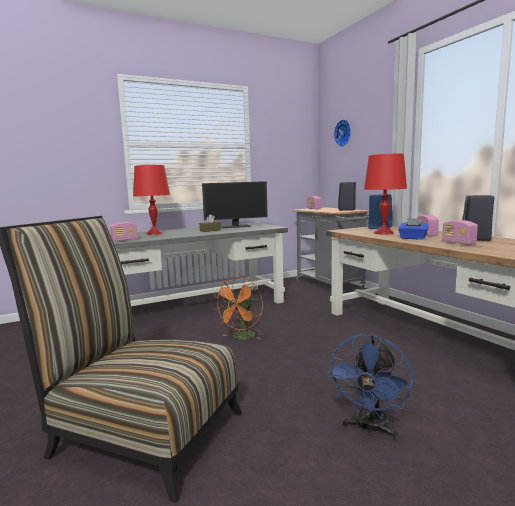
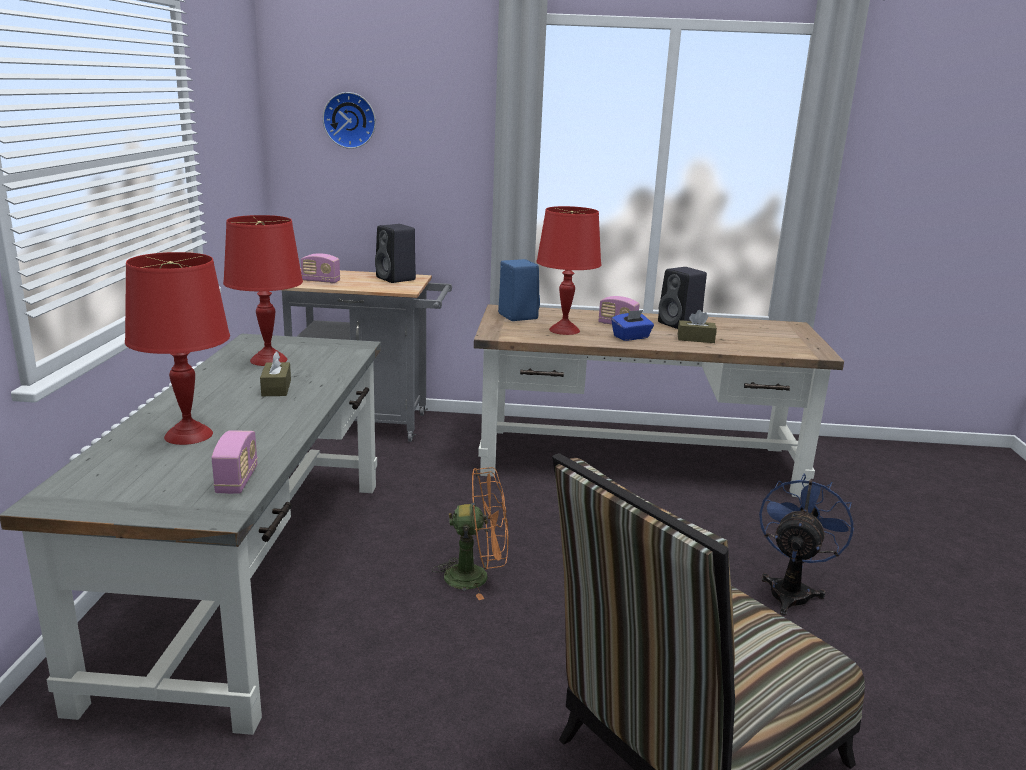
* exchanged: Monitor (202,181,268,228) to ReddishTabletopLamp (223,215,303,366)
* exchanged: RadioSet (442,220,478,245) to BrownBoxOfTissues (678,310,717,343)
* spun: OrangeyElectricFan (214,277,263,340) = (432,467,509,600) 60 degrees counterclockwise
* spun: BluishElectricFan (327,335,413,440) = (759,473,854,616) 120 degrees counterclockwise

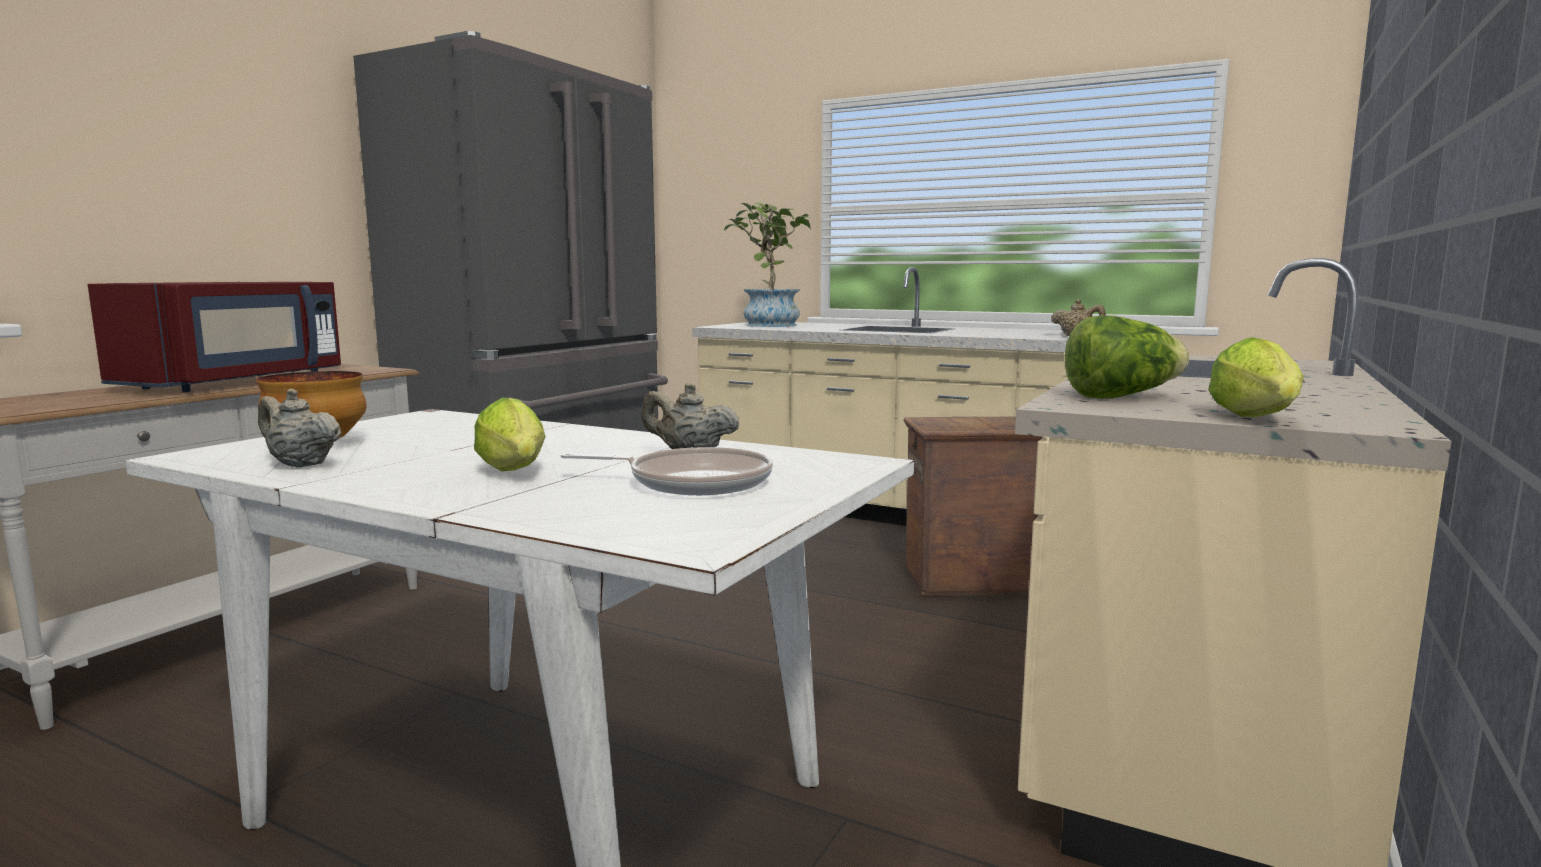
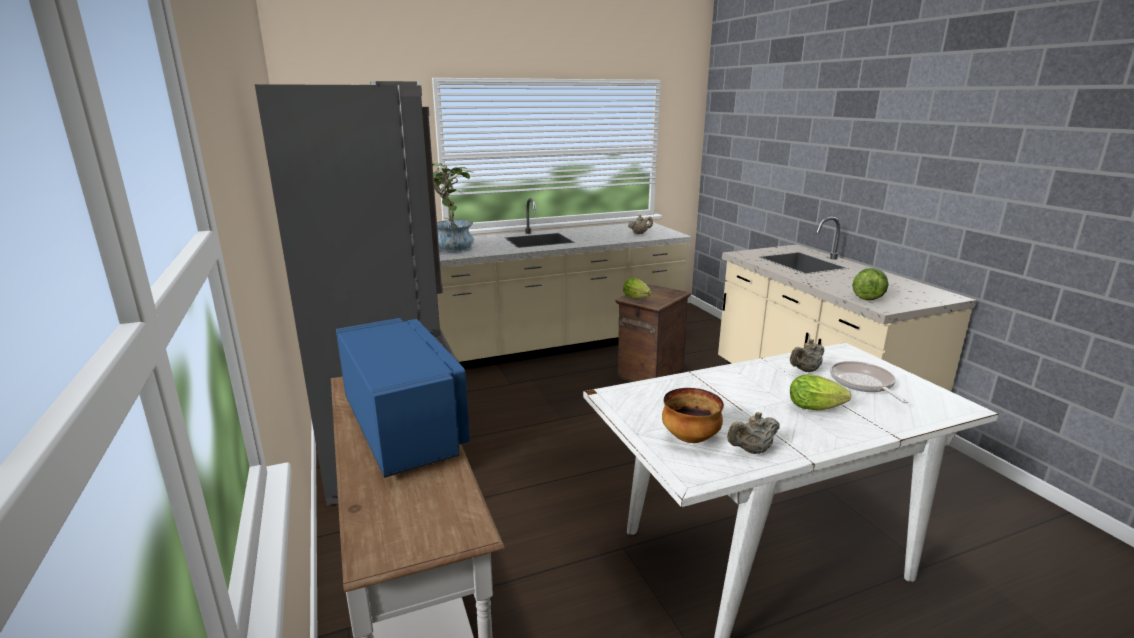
* colour: ReddishMicrowave (88,282,341,392) to BluishMicrowave (336,318,470,478)
* relocated: Lettuce (1208,337,1304,417) to (623,278,652,299)
* spun: Skillet (561,447,773,495) = (830,361,908,403) 60 degrees counterclockwise

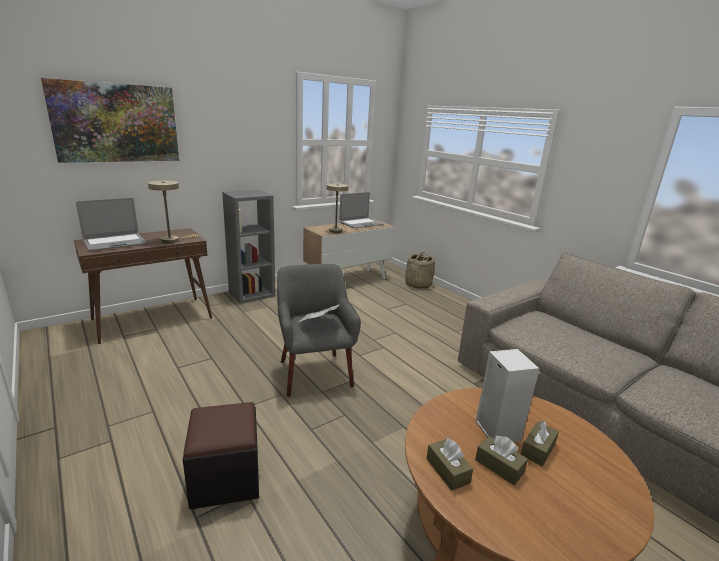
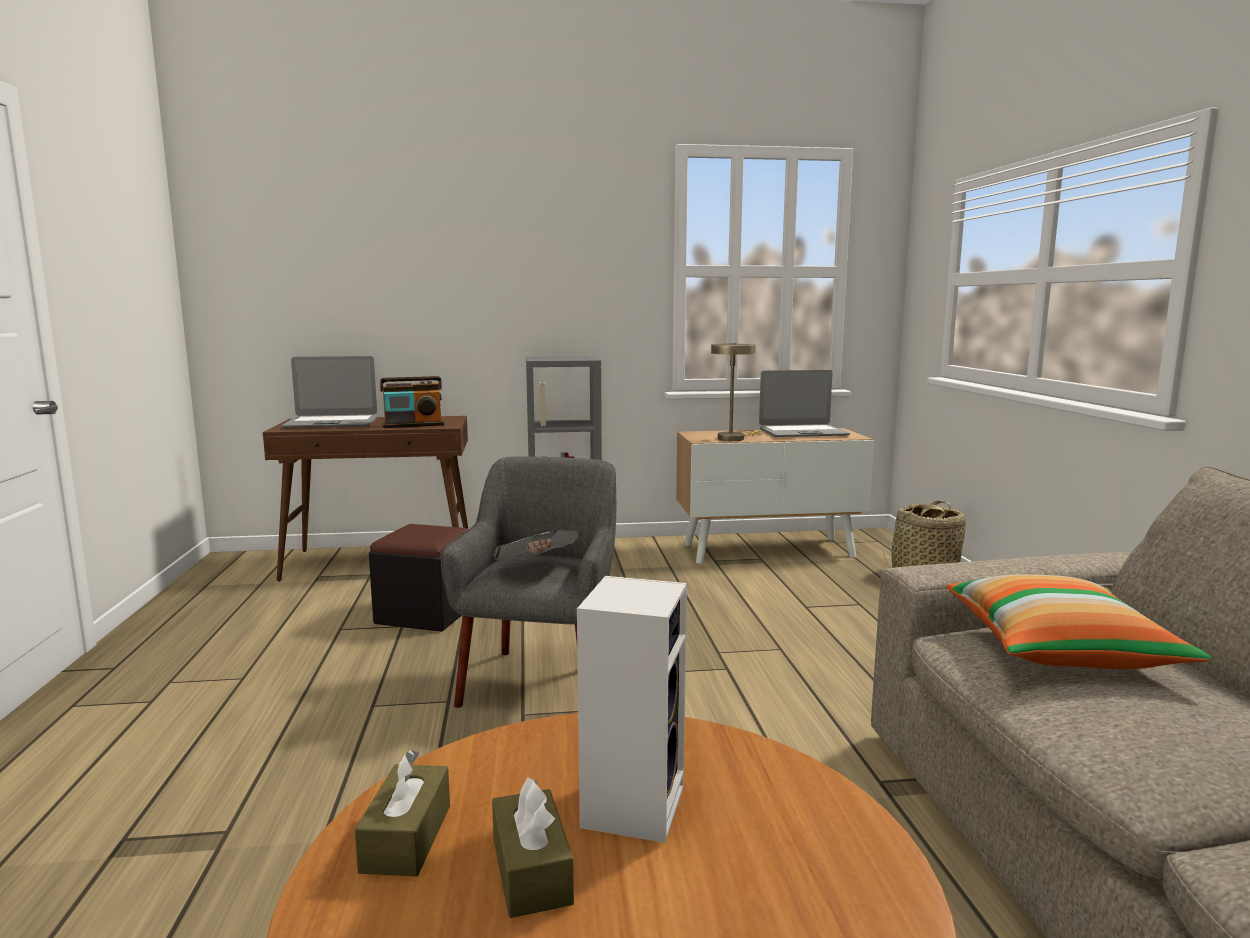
* missing: WallArt (41,78,179,163)
* exchanged: BeigeTabletopLamp (148,180,198,243) to RadioSet (380,376,444,428)
* relocated: BlackFootrest (183,402,259,510) to (369,524,468,632)
* missing: BrownBoxOfTissues (521,420,559,467)
* appeared: ThrowPillow (946,574,1212,669)

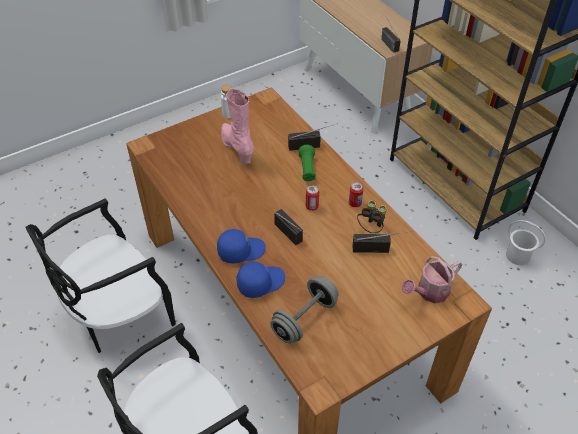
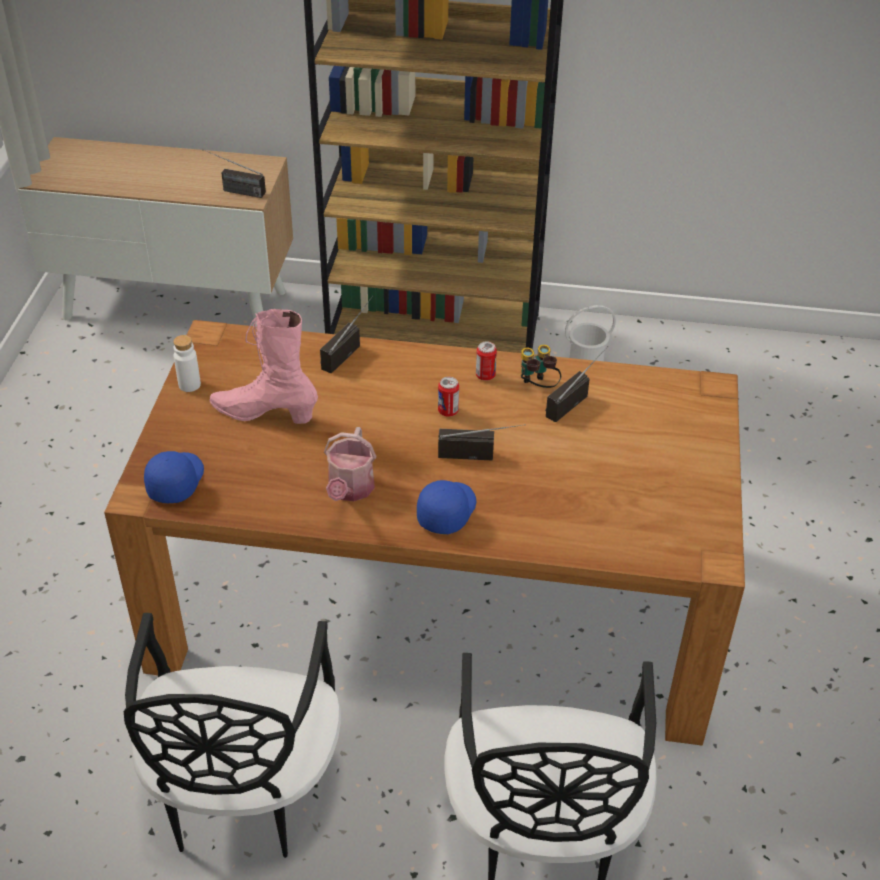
* missing: GreenTorch (298,145,316,181)
* relocated: WateringPot (401,256,462,303) to (324,427,376,501)
* relocated: BluishBaseballCap (237,262,285,298) to (144,451,204,503)
* missing: GreyFreeWeight (270,276,339,343)

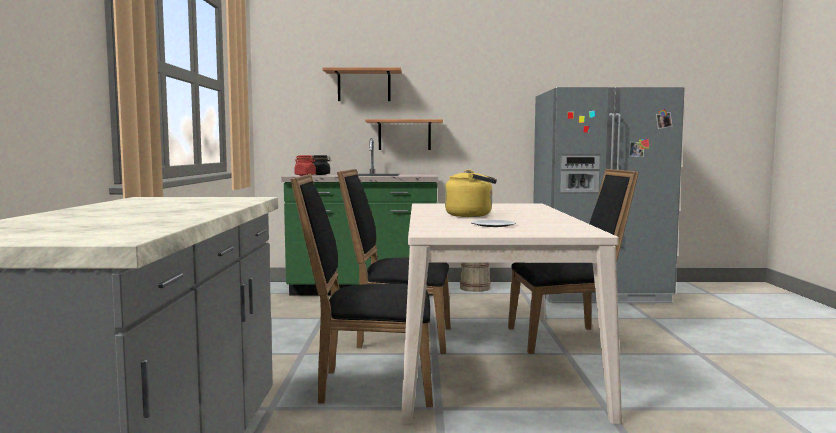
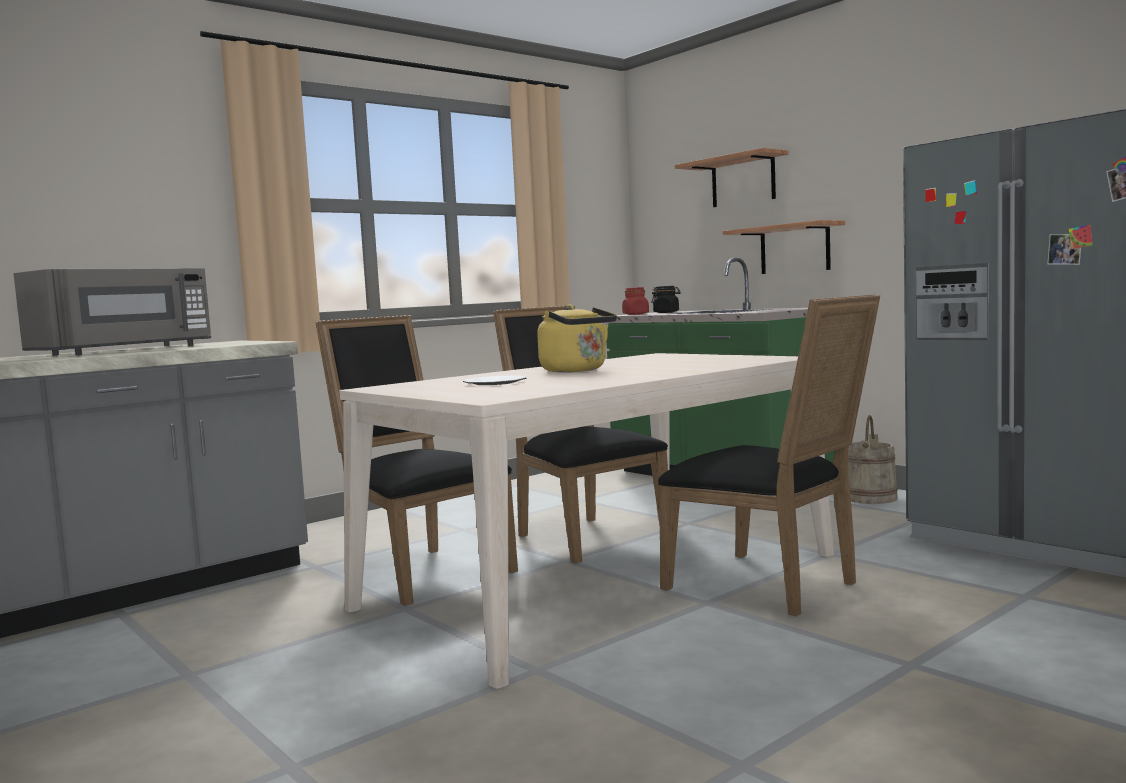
* appeared: GreyMicrowave (14,268,211,355)

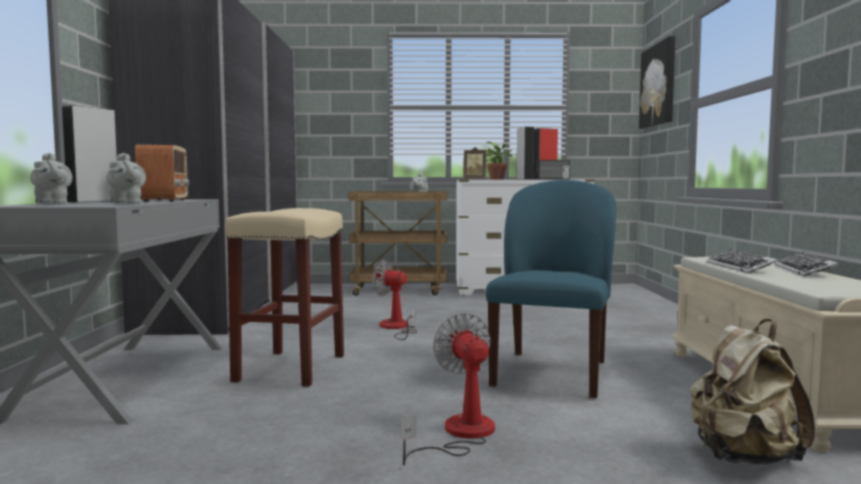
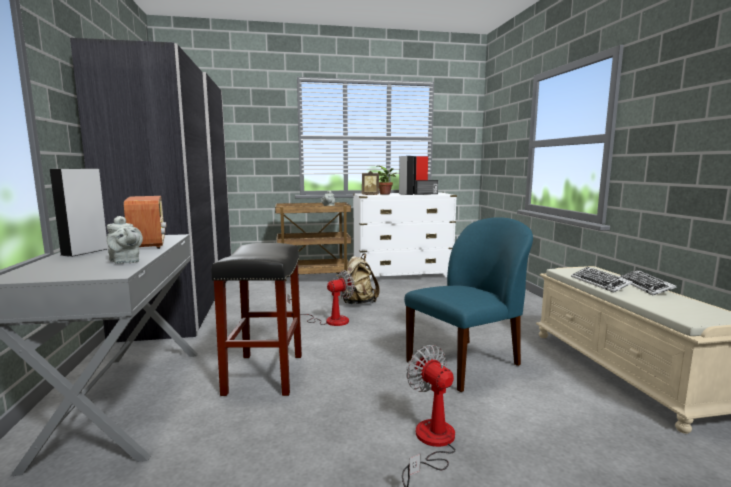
* missing: WallArt (639,36,675,129)
* missing: GreyTeaPot (30,152,72,204)
* spun: BluishUprightChair (486,180,616,398) = (404,217,533,392) 45 degrees clockwise
* colour: BeigeSittingStool (225,208,344,387) to BlackSittingStool (211,243,302,396)
* spun: ElectricFan (372,260,418,340) = (287,270,355,326) 135 degrees clockwise
* relocated: BeigeKnapsack (690,319,815,464) to (341,253,380,304)

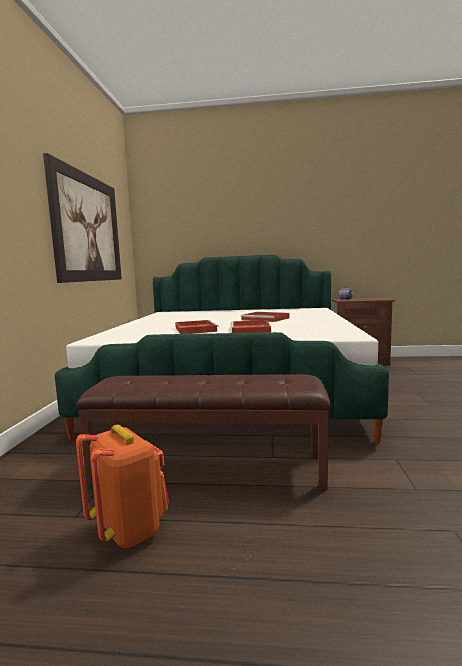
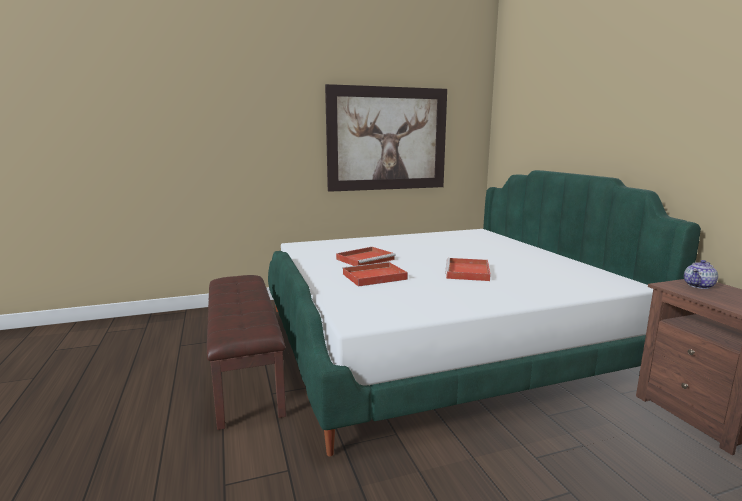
* missing: OrangeyKnapsack (76,425,169,548)

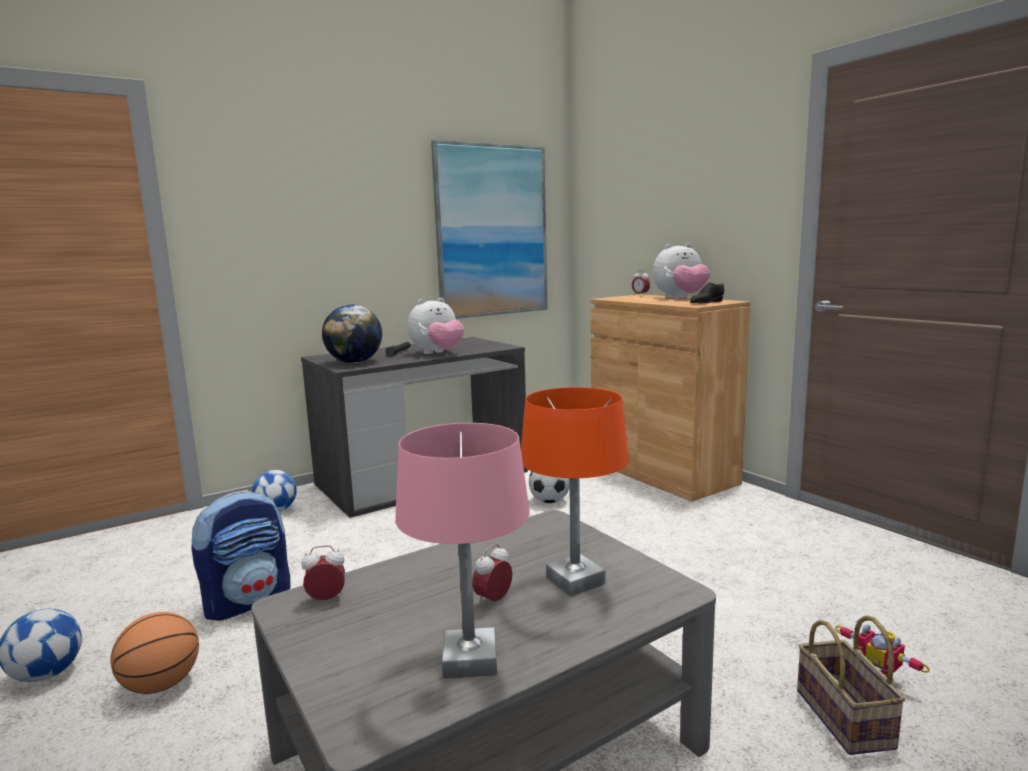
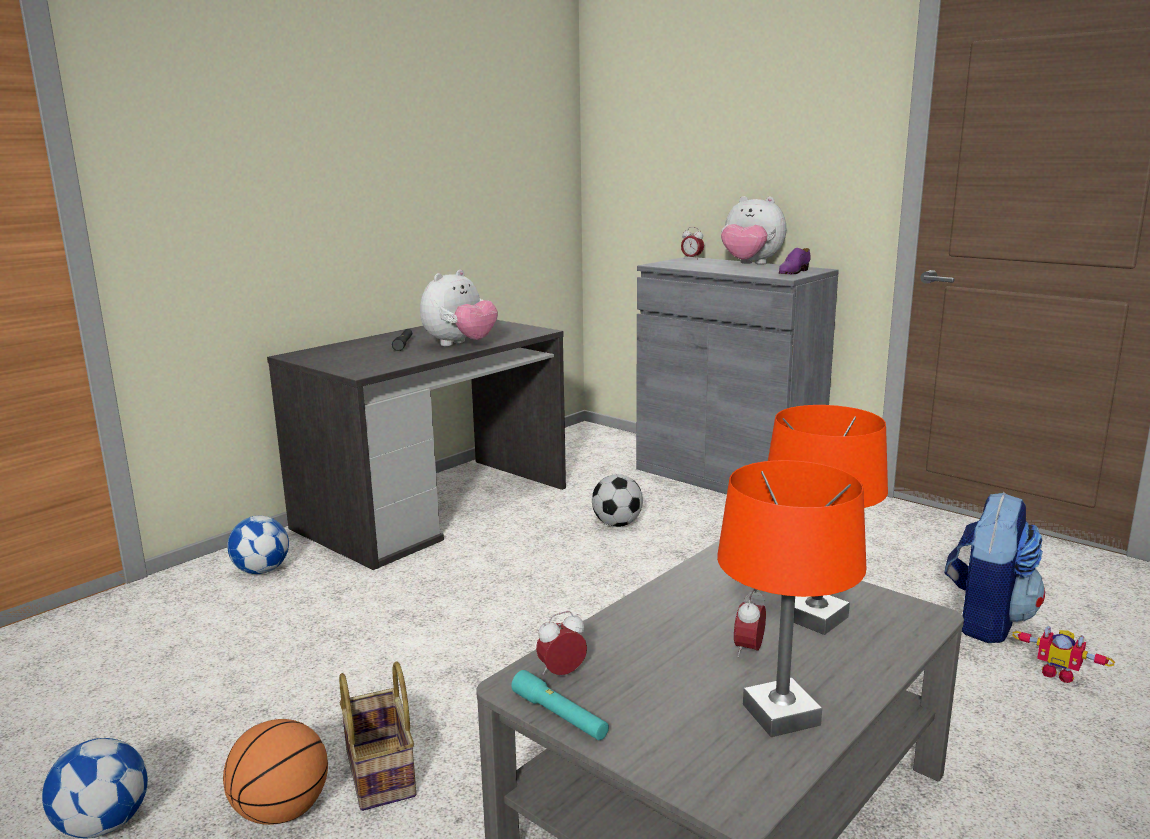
* missing: WallArt (431,140,548,319)
* spun: CuddlyToy (653,243,710,299) = (721,196,786,265) 60 degrees clockwise
* colour: BlackLowShoe (690,282,724,304) to PurplishLowShoe (779,248,811,274)
* colour: BrownCabinet (590,294,750,502) to GreyCabinet (636,257,839,494)
* missing: Globe (322,304,382,363)
* colour: PinkishTabletopLamp (395,423,530,679) to OrangeyTabletopLamp (717,460,866,737)
* relocated: Knapsack (192,490,290,621) to (944,492,1045,643)
* relocated: Basket (797,616,905,755) to (339,661,416,811)
* appeared: TurquoiseTorch (511,670,609,740)

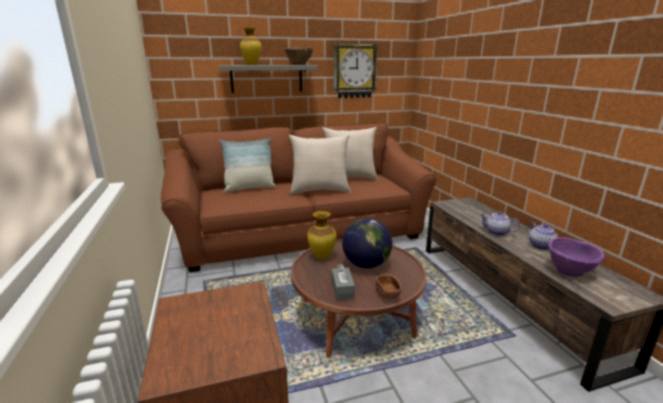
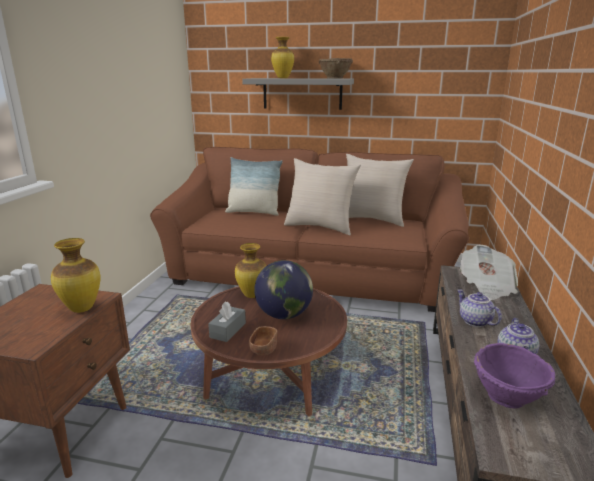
* missing: WallClock (334,44,379,98)
* appeared: Vase (51,238,101,313)
* appeared: Newspaper (460,245,518,300)

